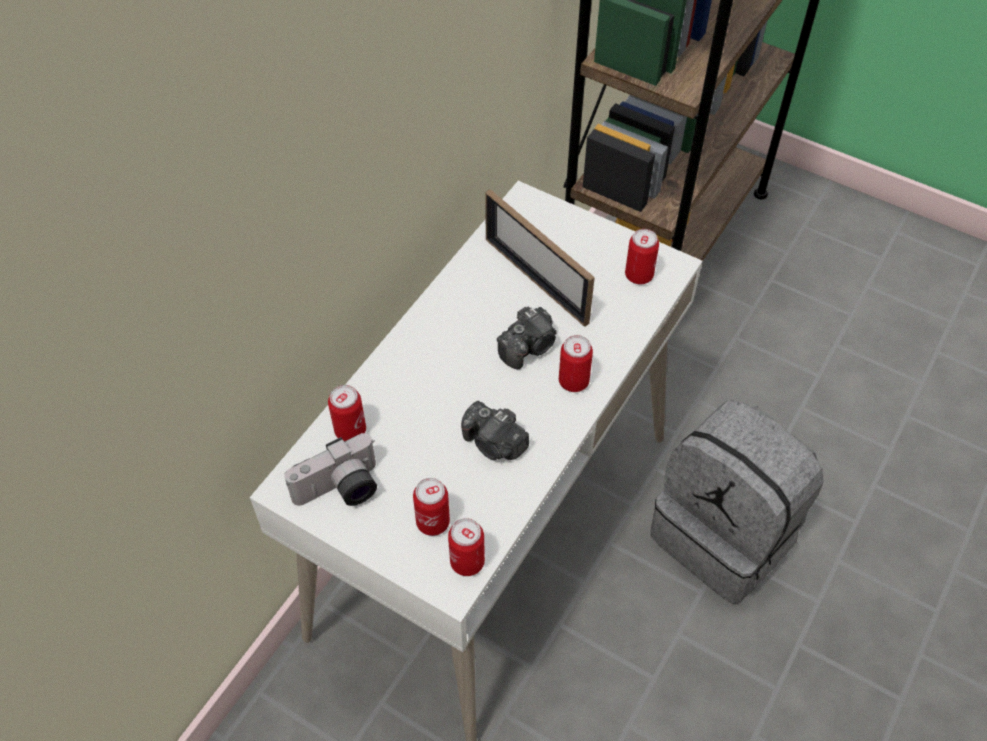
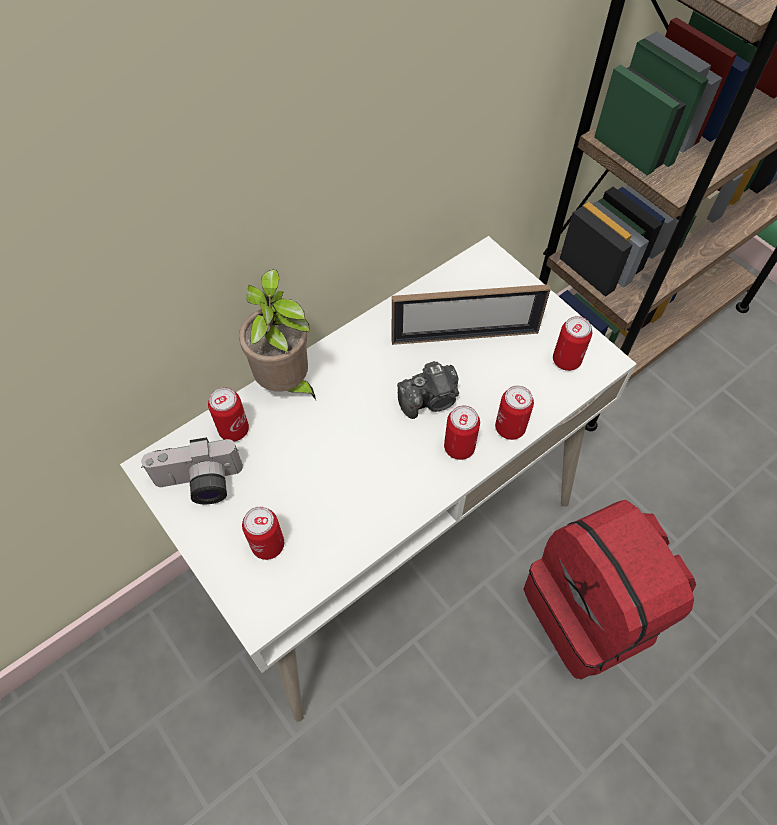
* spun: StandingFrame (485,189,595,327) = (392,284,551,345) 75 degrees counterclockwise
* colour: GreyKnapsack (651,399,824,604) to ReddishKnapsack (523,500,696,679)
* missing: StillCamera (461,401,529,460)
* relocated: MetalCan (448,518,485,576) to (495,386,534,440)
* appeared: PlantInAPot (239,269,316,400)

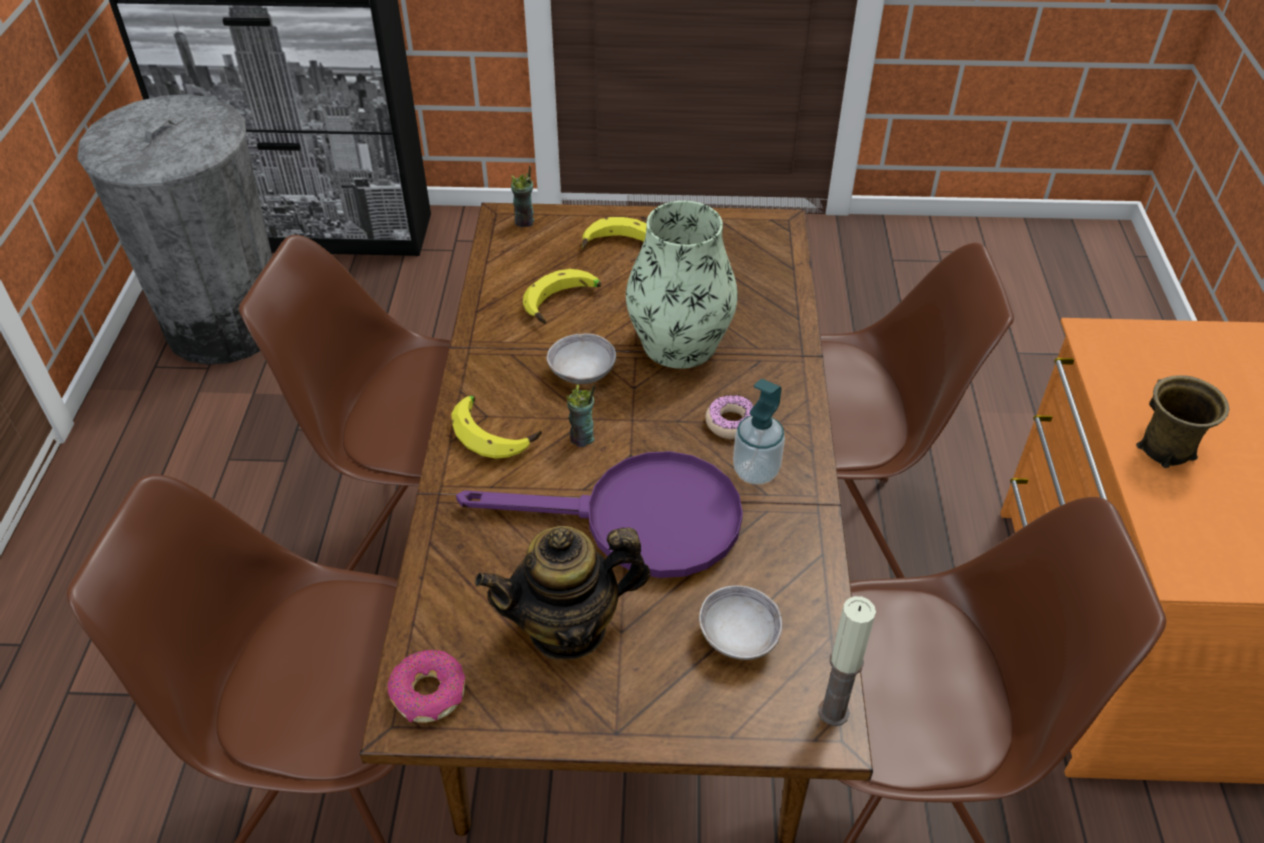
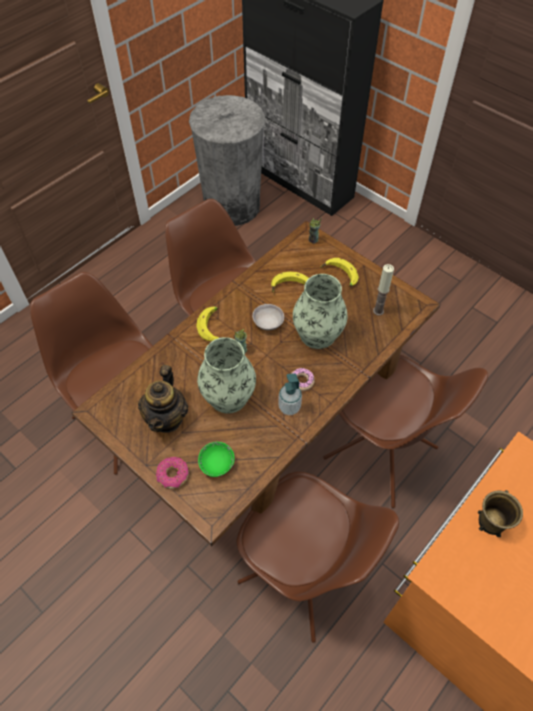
* exchanged: PurplishSkillet (456,451,743,578) to Vase (197,337,256,413)
* spun: TeaPot (475,526,651,660) = (138,365,188,433) 105 degrees counterclockwise
* colour: GreyBowl (699,585,782,660) to GreenBowl (198,442,235,477)
* relocated: Candle (818,596,876,726) to (373,264,394,315)
* relocated: RingDoughnut (387,650,465,723) to (156,457,189,489)

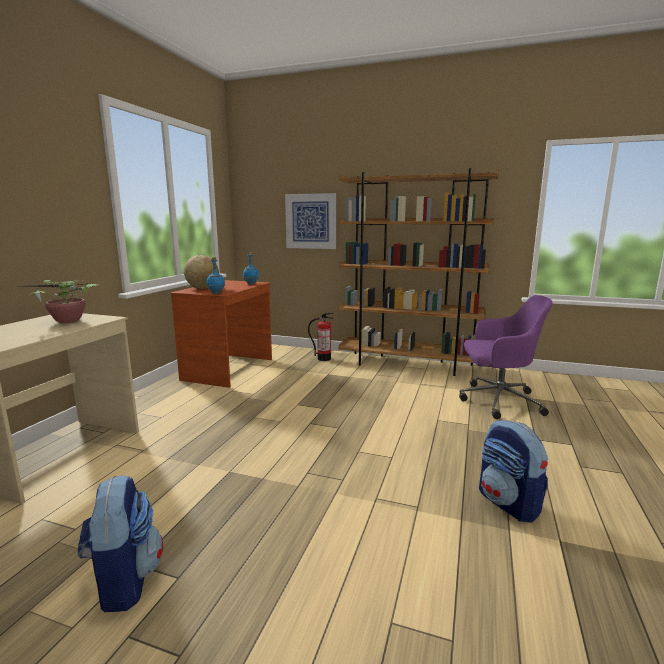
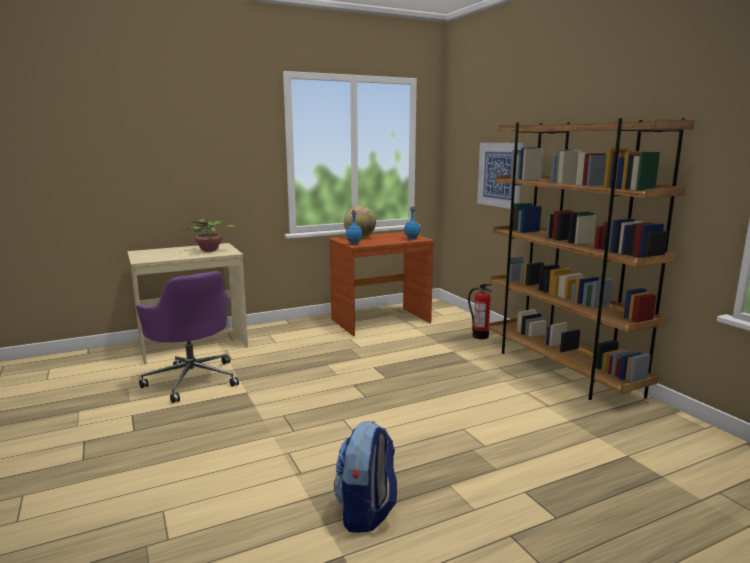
* relocated: PurplishOfficeChair (459,295,552,419) to (136,271,239,403)
* missing: Knapsack (78,476,163,612)

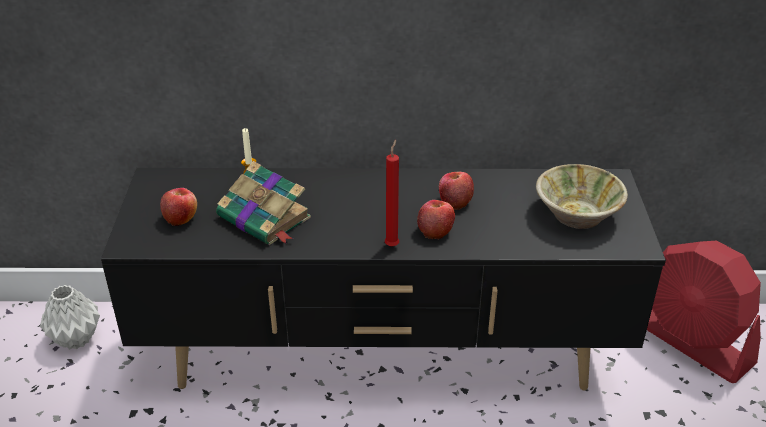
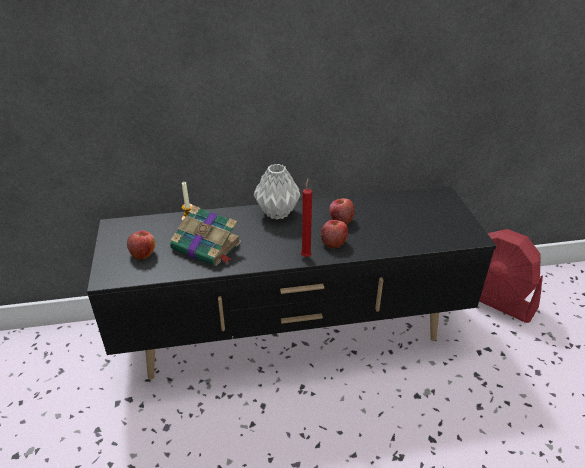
* missing: BeigeBowl (536,164,628,229)
* relocated: GreyVase (40,285,100,350) to (254,164,301,220)

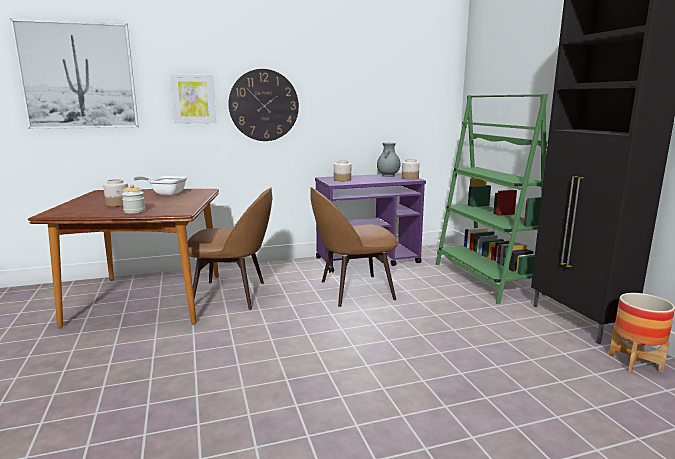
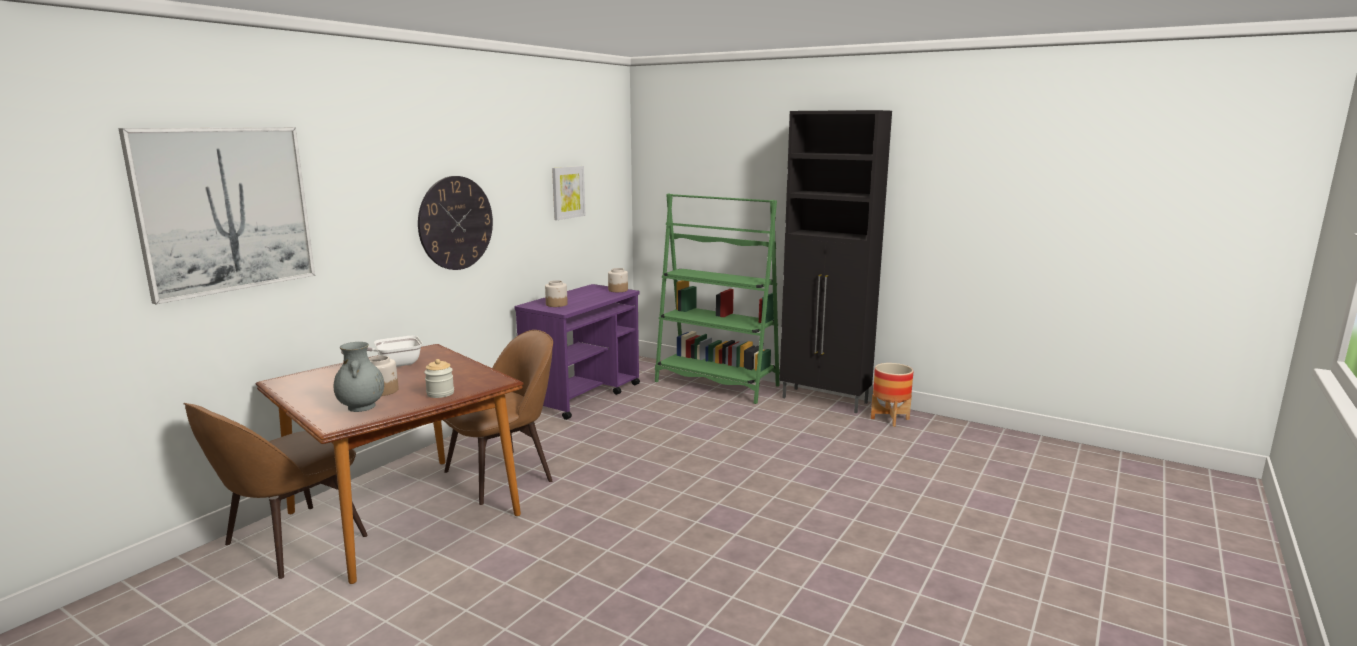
* relocated: WallArt (170,74,216,124) to (552,166,585,220)
* relocated: GreyVase (377,143,400,177) to (333,342,384,412)
* relocated: BrownUprightChair (310,187,399,307) to (184,403,368,579)

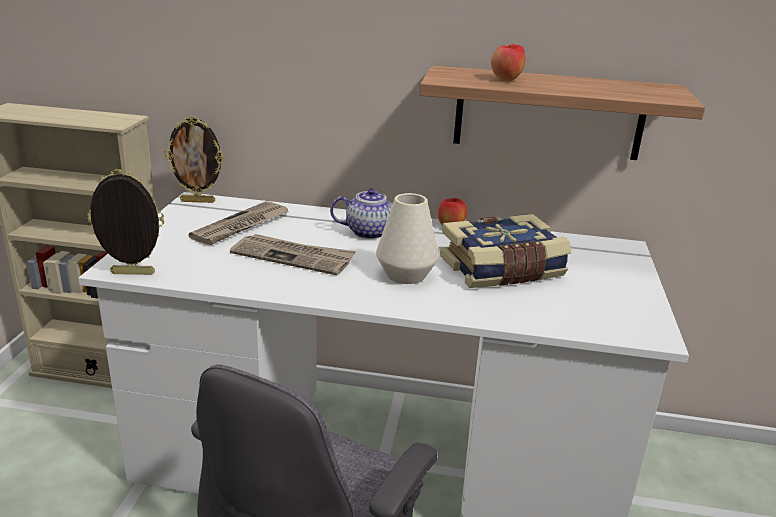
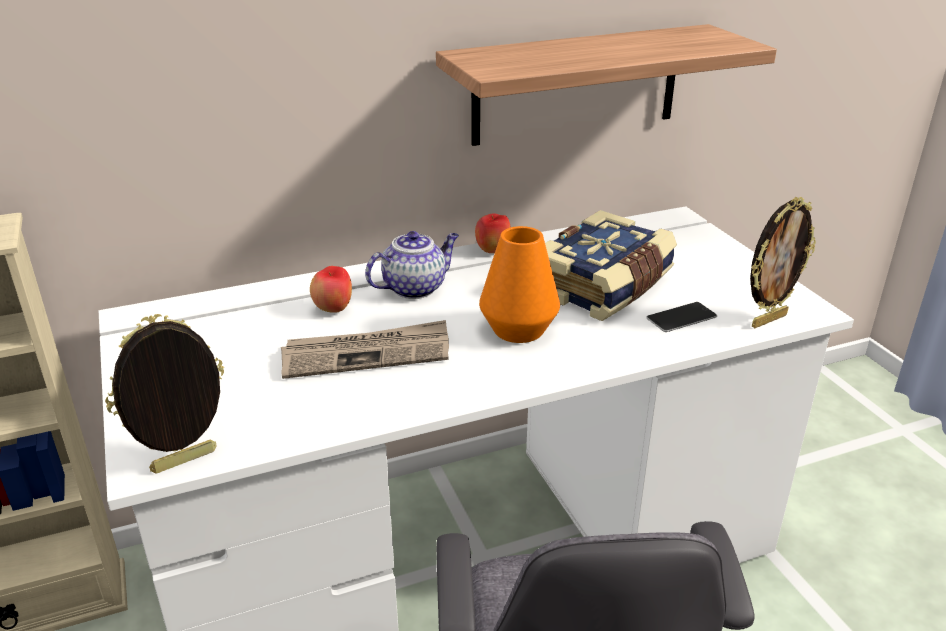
* relocated: Apple (491,44,525,81) to (310,266,352,313)
* relocated: StandingFrame (164,115,225,203) to (750,197,816,328)
* colour: WhitishVase (376,193,439,284) to OrangeyVase (479,226,560,343)
* missing: Newspaper (188,201,289,245)
* appeared: Phone (646,302,717,332)

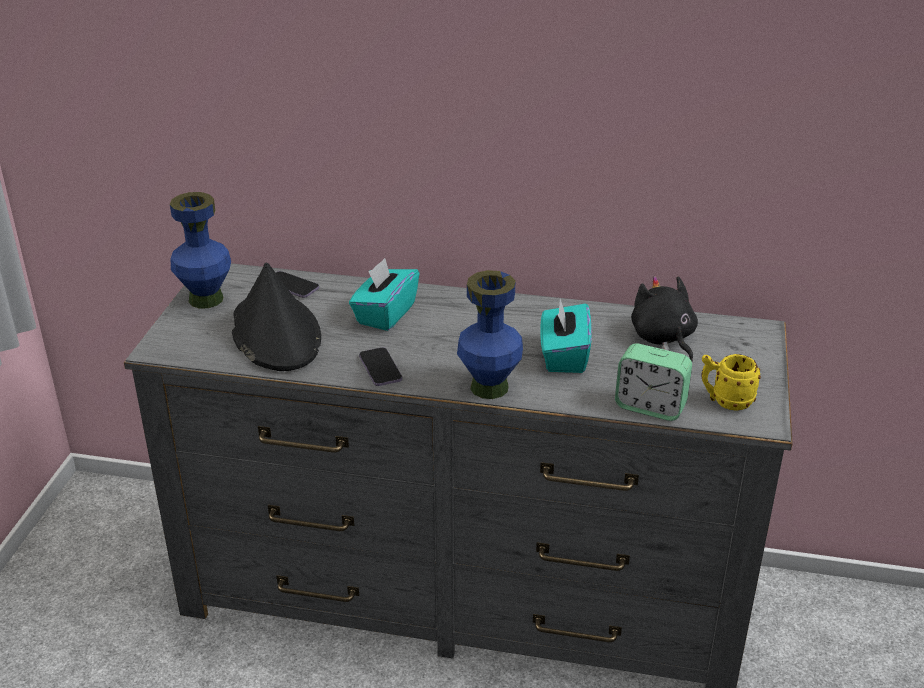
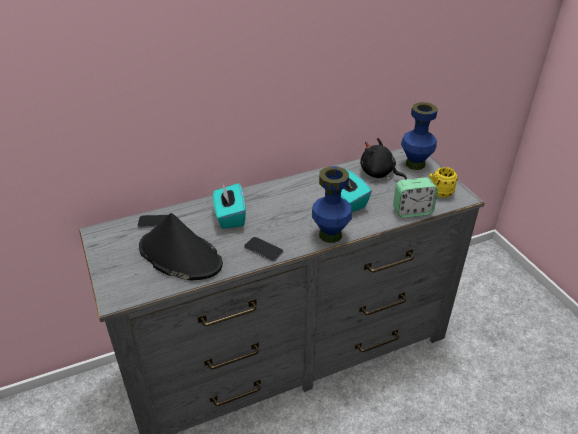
* relocated: BluishVase (170,192,231,309) to (401,102,438,170)

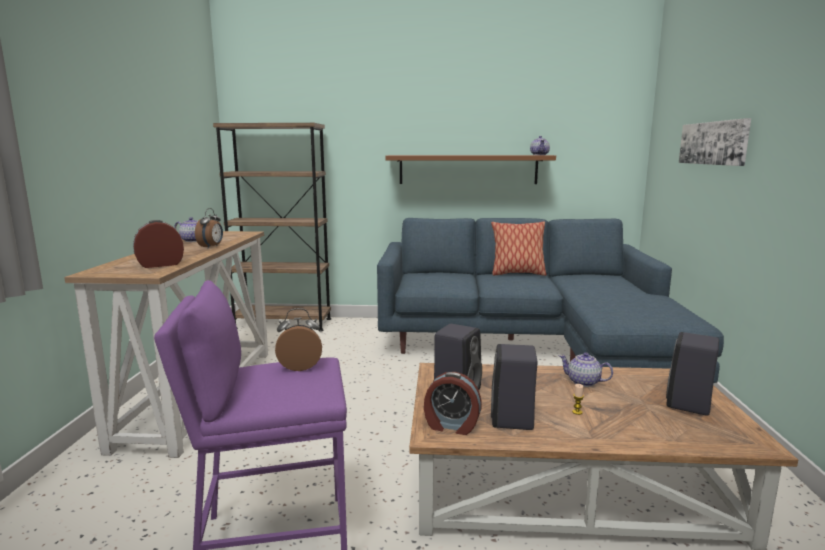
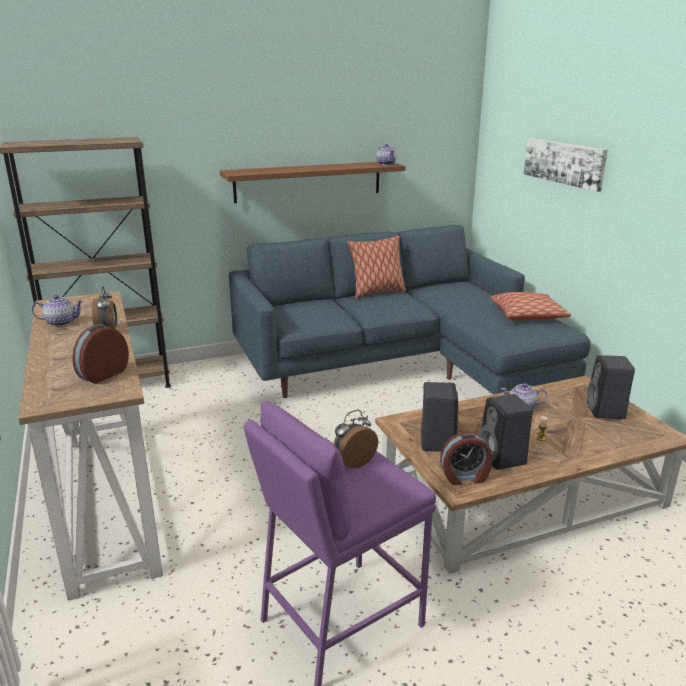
* appeared: ThrowPillow (490,292,571,320)

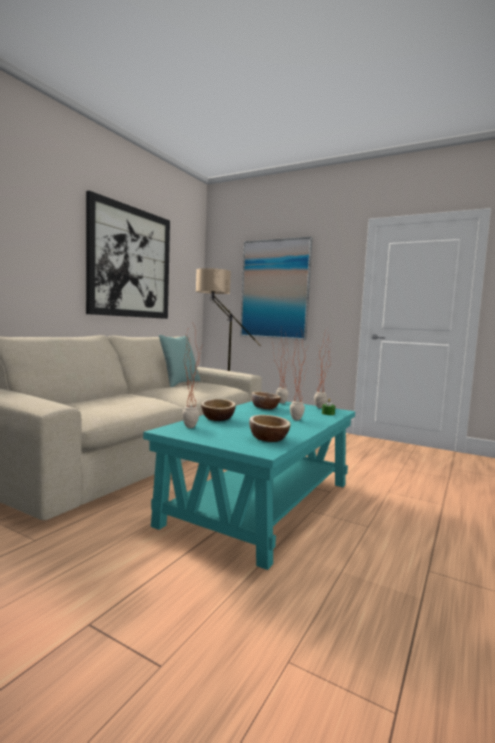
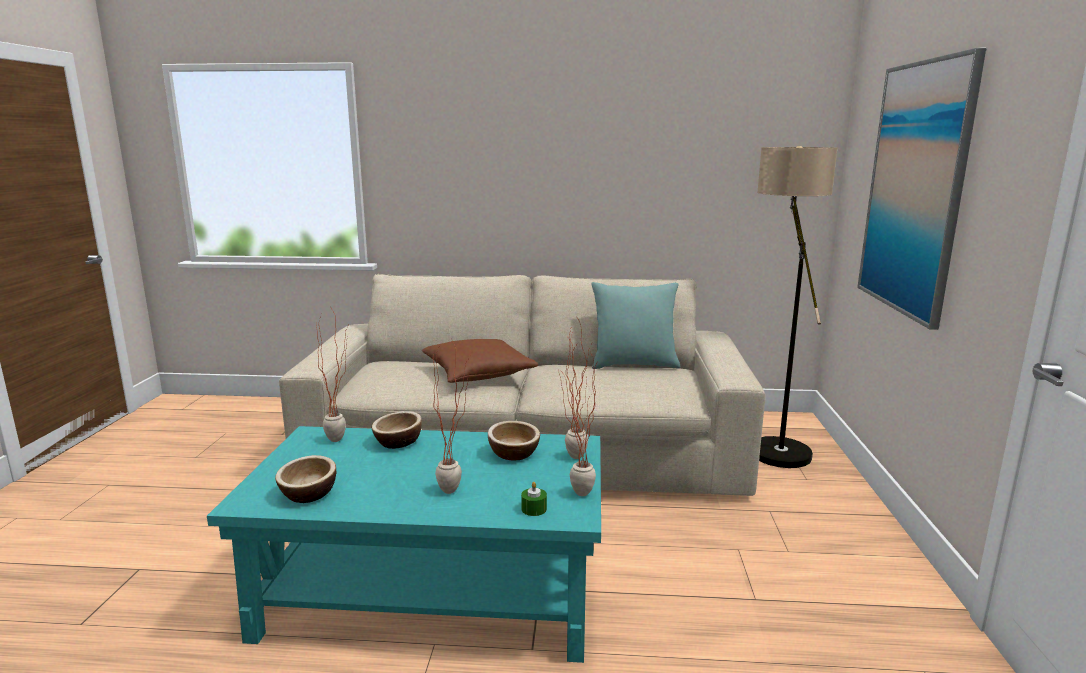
* missing: WallArt (86,191,170,319)
* appeared: BrownThrowPillow (422,339,538,383)

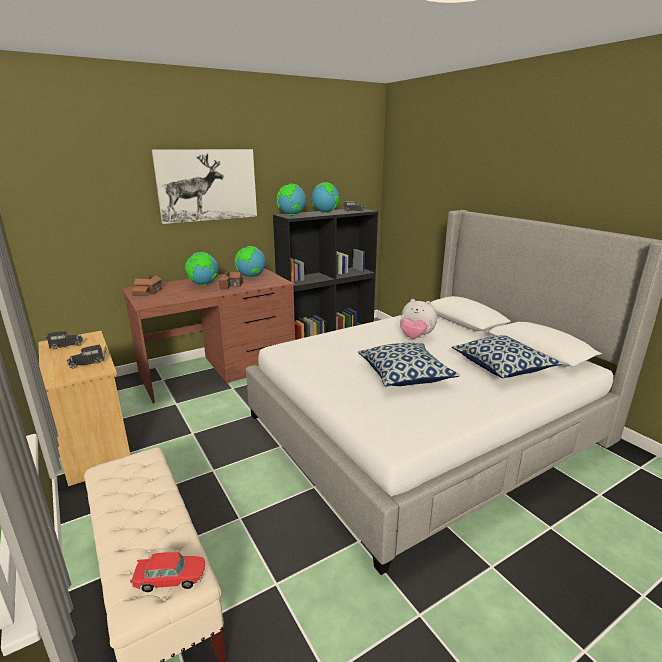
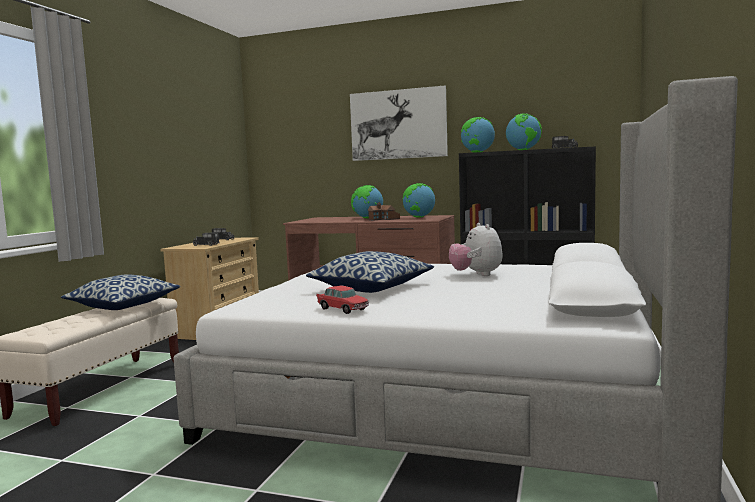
* missing: ModelHouse (132,274,162,296)
* relocated: ThrowPillow (452,335,562,378) to (61,274,180,310)
* relocated: ModelCar (130,552,205,592) to (316,285,369,314)

